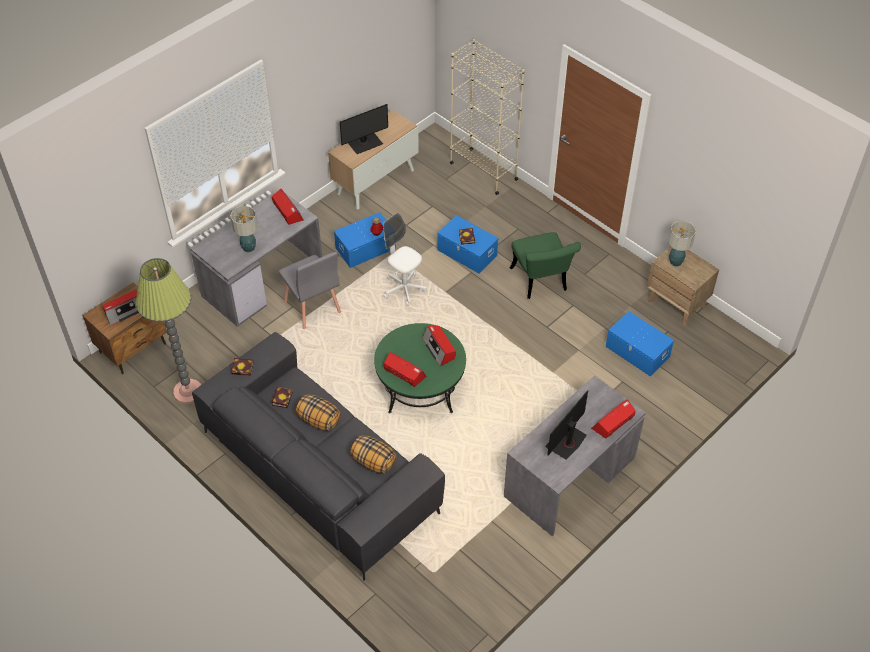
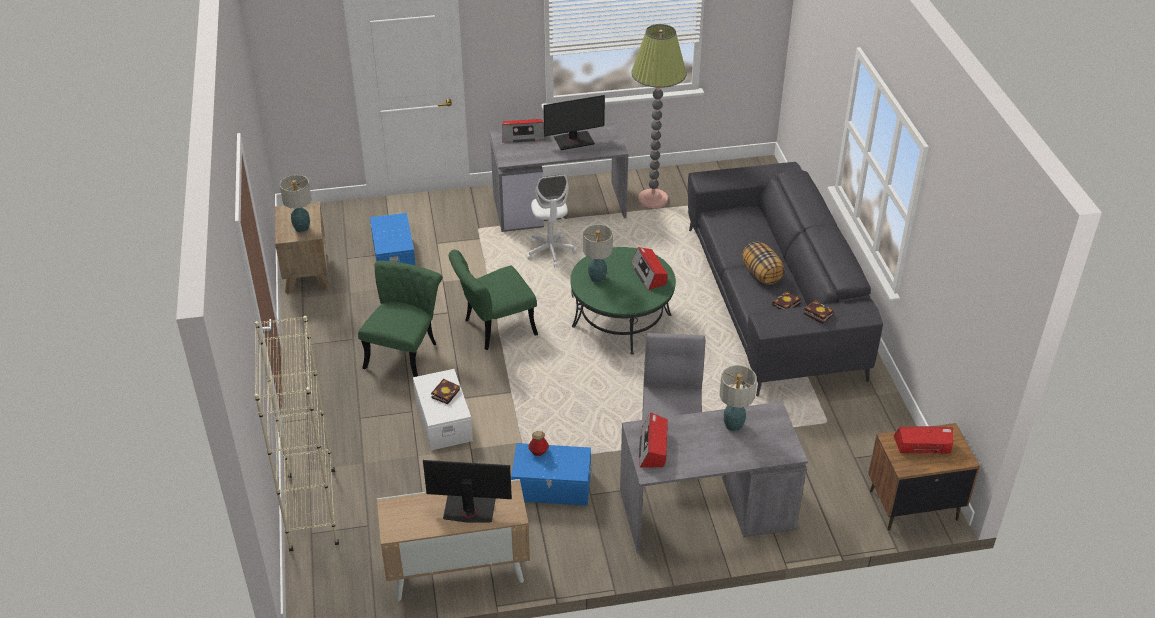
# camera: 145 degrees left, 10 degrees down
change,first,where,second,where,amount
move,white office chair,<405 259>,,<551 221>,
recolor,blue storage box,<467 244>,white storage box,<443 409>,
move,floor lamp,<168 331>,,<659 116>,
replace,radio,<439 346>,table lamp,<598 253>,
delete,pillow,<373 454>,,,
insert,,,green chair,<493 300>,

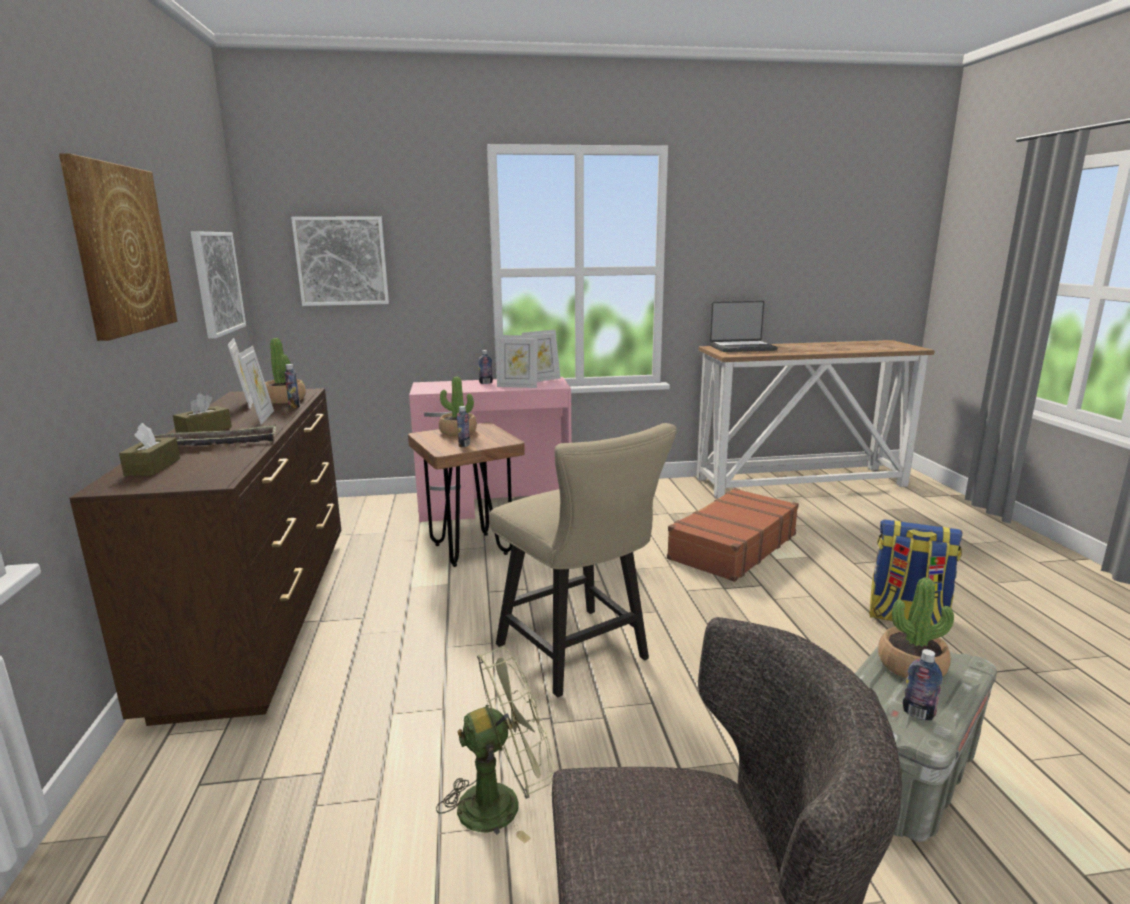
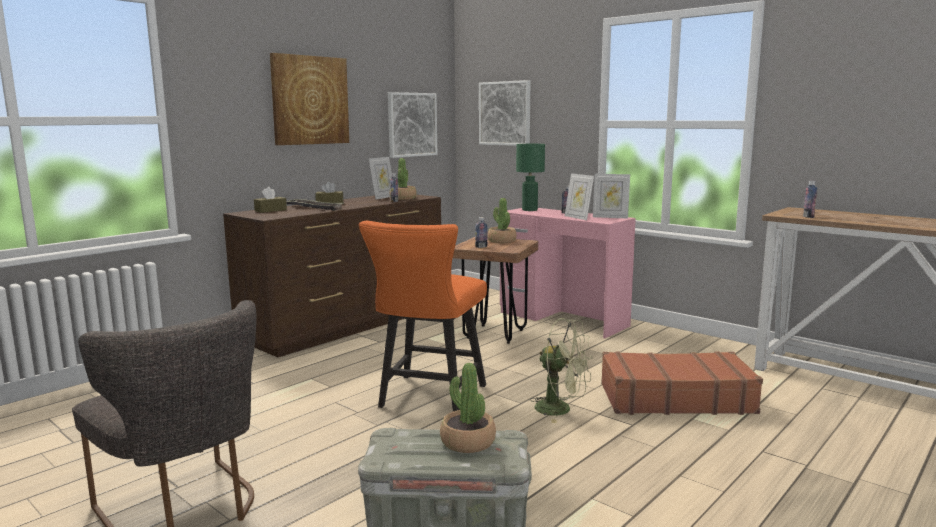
# camera: 50 degrees right, 5 degrees down
change,first,where,second,where,amount
delete,laptop,<743 326>,,,
delete,picture frame,<256 385>,,,
recolor,beige chair,<583 560>,orange chair,<423 316>,
delete,backpack,<915 572>,,,
move,green fan,<495 745>,,<561 370>,
move,bottle,<923 685>,,<810 199>,
insert,,,green table lamp,<530 177>,

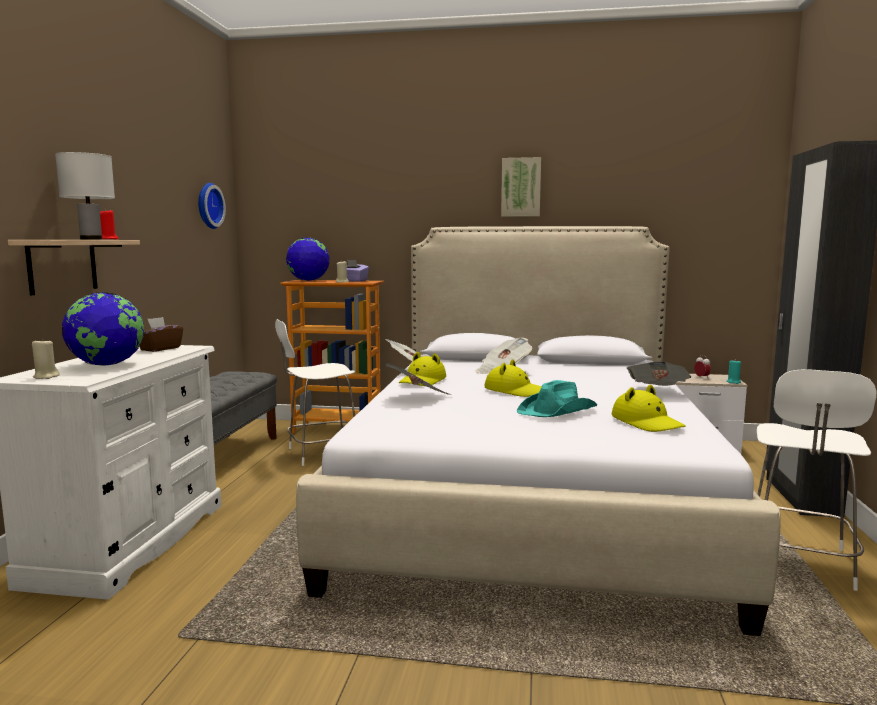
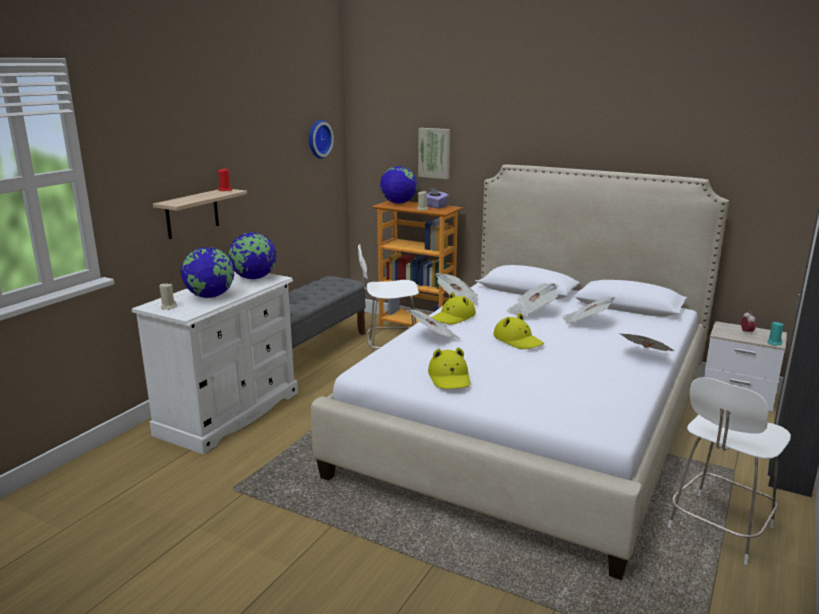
# camera: 20 degrees right, 10 degrees up
change,first,where,second,where,amount
delete,white table lamp,<85 195>,,,
move,picture,<521 187>,,<434 153>,
replace,brown tissue box,<161 334>,globe,<252 255>,
delete,turquoise hat,<557 398>,,,
move,yellow hat,<648 408>,,<449 368>,
insert,,,newspaper,<589 310>,

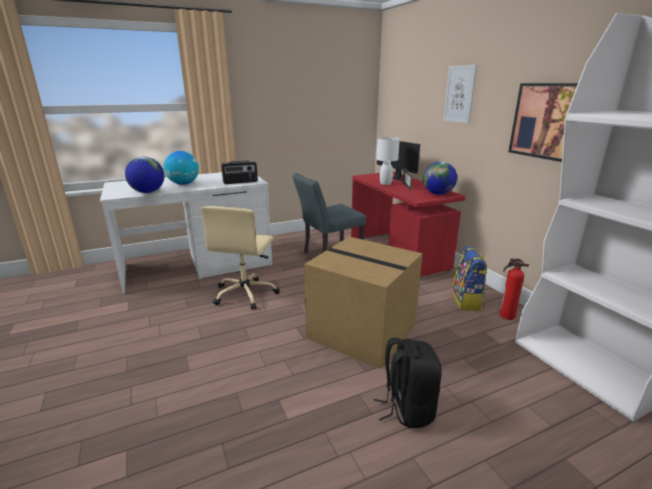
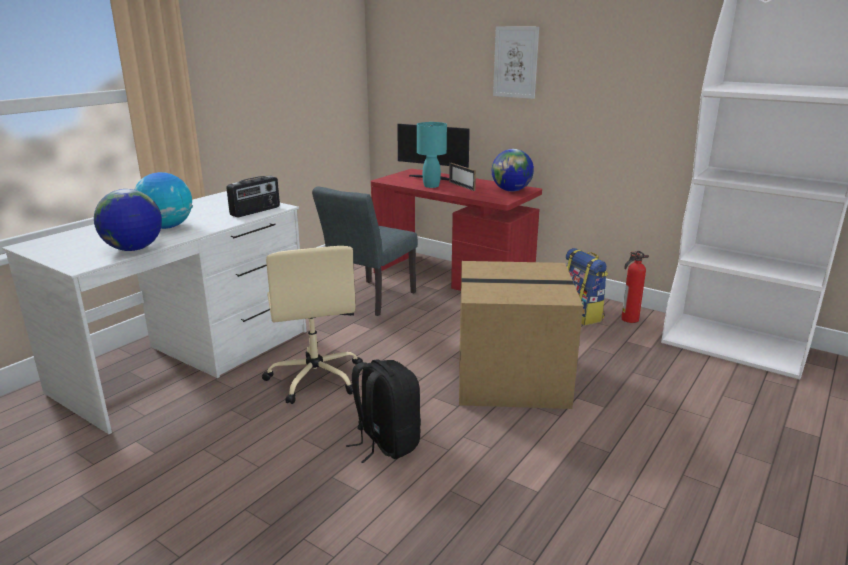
# camera: 30 degrees left, 0 degrees up
change,first,where,second,where,amount
delete,picture,<543 122>,,,
recolor,white table lamp,<388 161>,turquoise table lamp,<432 155>,
move,black backpack,<408 383>,,<383 411>,

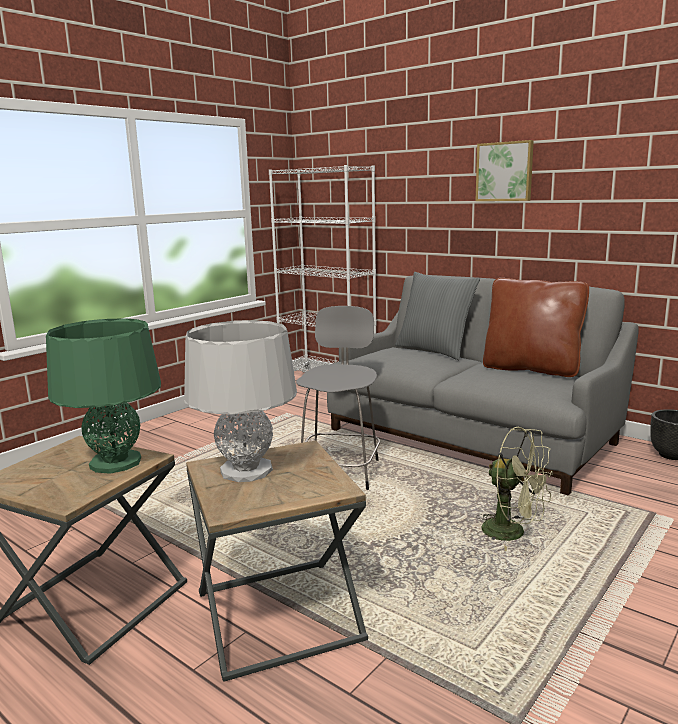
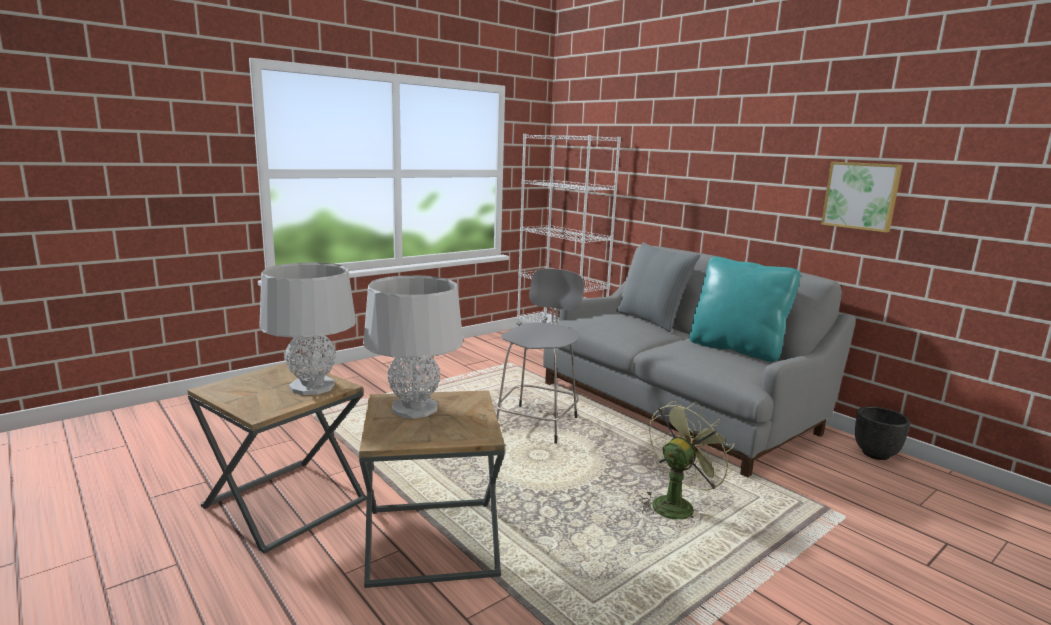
# camera: 10 degrees right, 0 degrees up
change,first,where,second,where,amount
move,picture,<504 170>,,<861 197>,
recolor,brown pillow,<536 327>,turquoise pillow,<745 309>,
recolor,green table lamp,<103 396>,grey table lamp,<308 328>,
rotate,green fan,<514 489>,,<686 460>,90 degrees counterclockwise

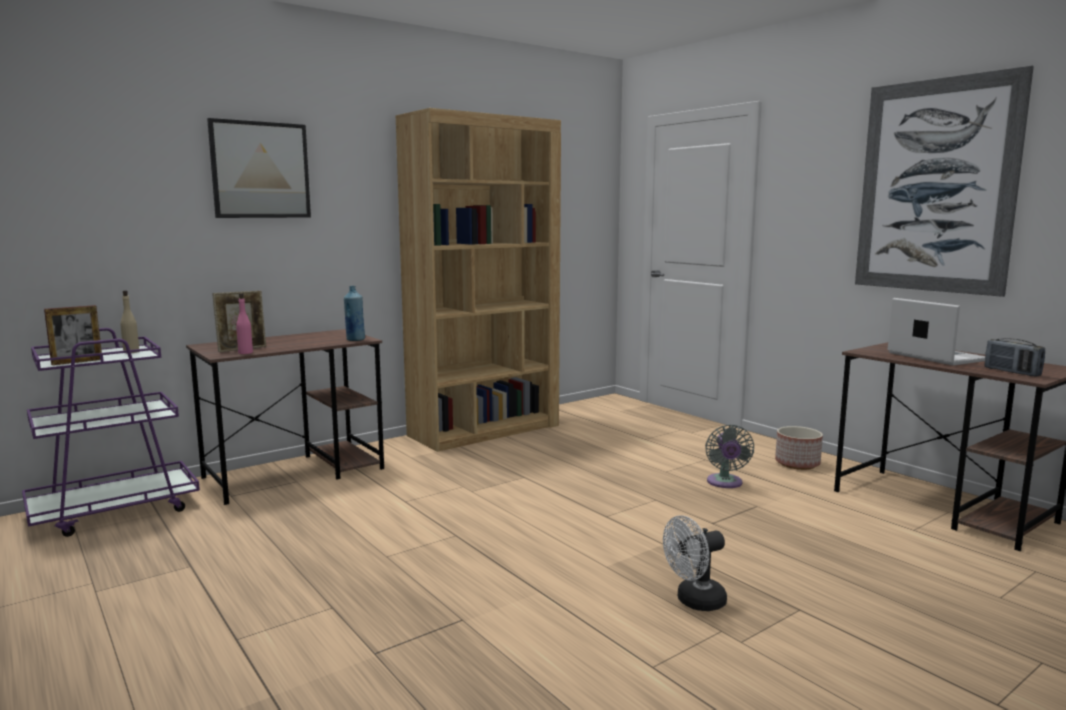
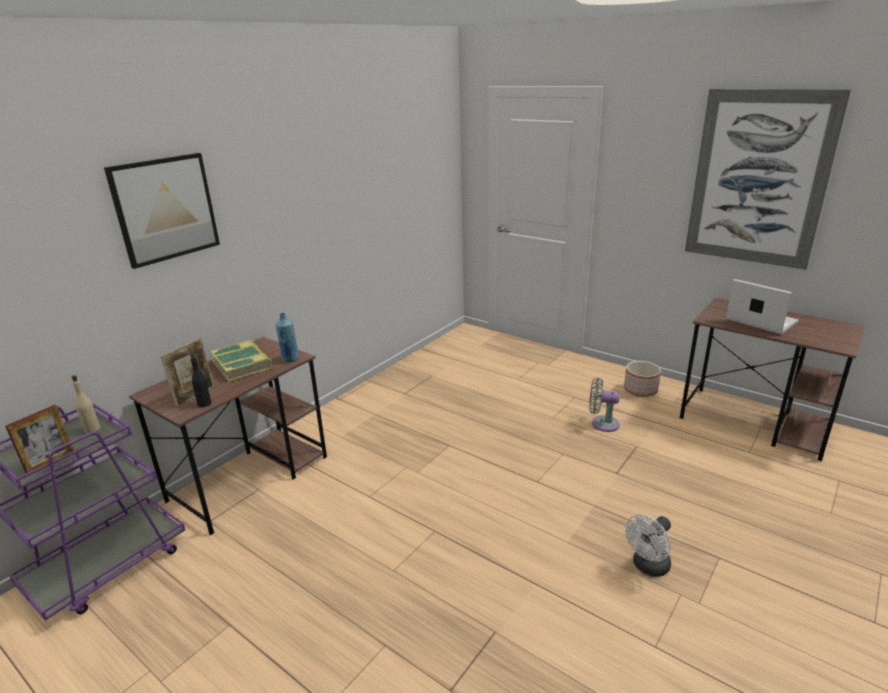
# camera: 15 degrees left, 15 degrees up
change,first,where,second,where,amount
delete,brown bookcase,<478 280>,,,
recolor,pink bottle,<244 323>,black bottle,<200 380>,
delete,radio,<1015 357>,,,
rotate,grey fan,<729 456>,,<604 404>,120 degrees clockwise
insert,,,book,<241 361>,

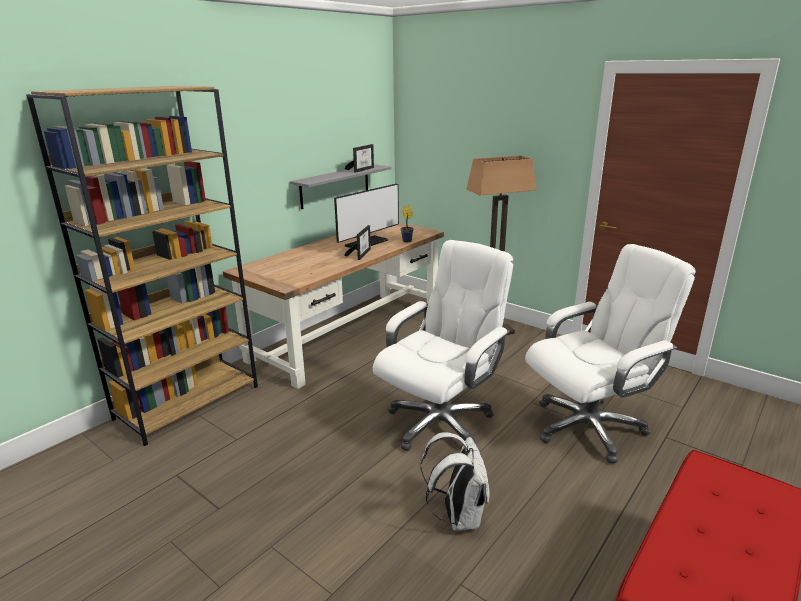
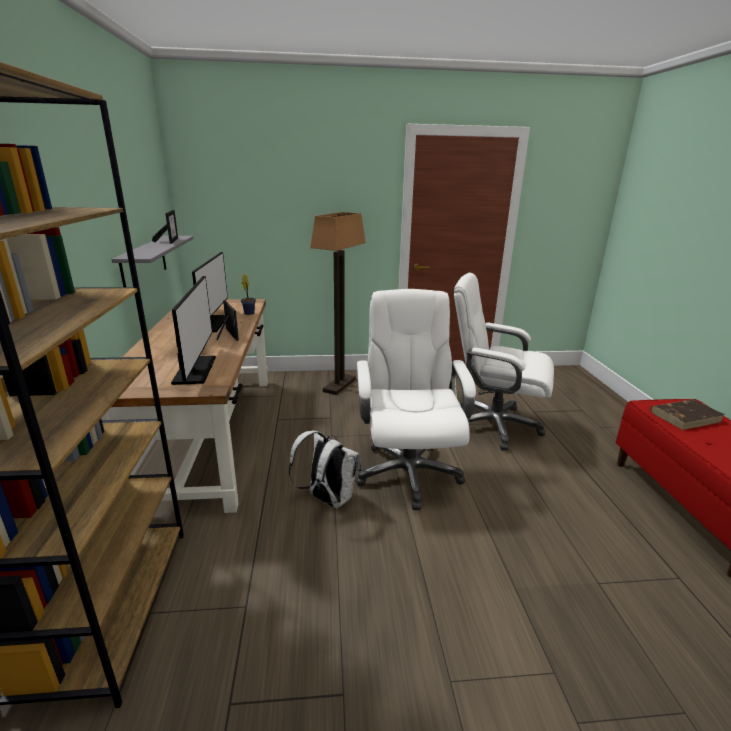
# camera: 45 degrees left, 0 degrees up
change,first,where,second,where,amount
rotate,white office chair,<610 354>,,<504 361>,90 degrees counterclockwise
move,white backpack,<454 481>,,<325 469>,
insert,,,monitor,<193 330>,
insert,,,brown book,<688 414>,

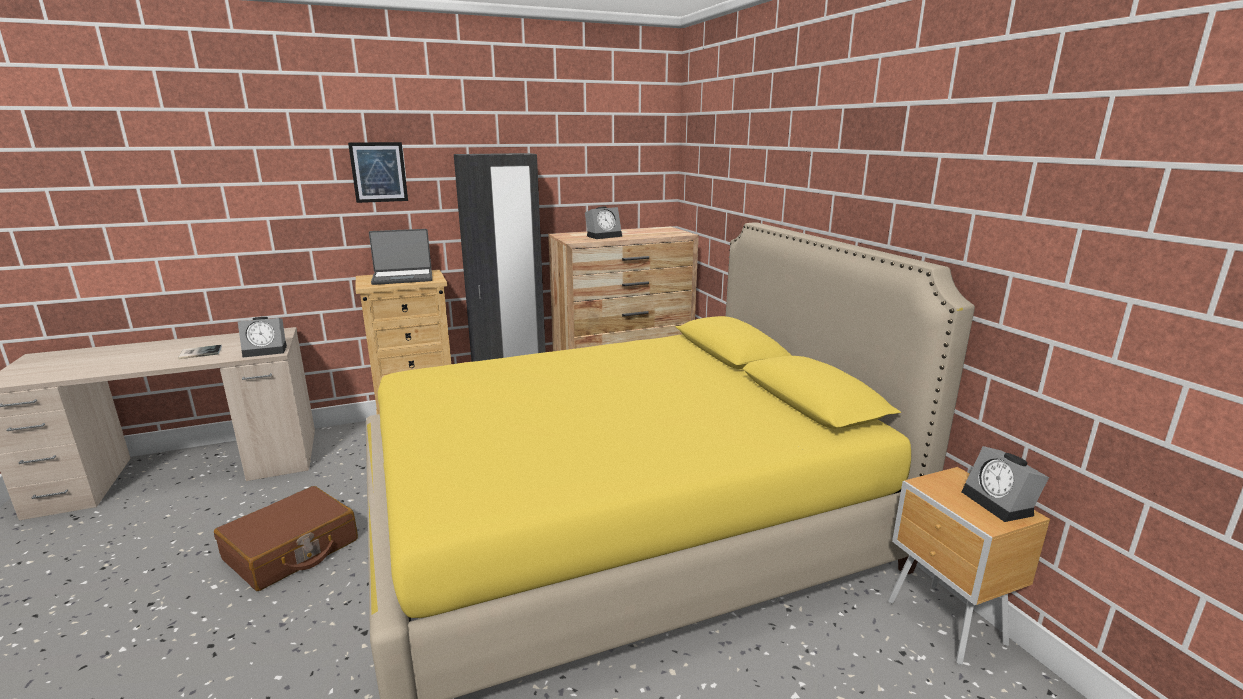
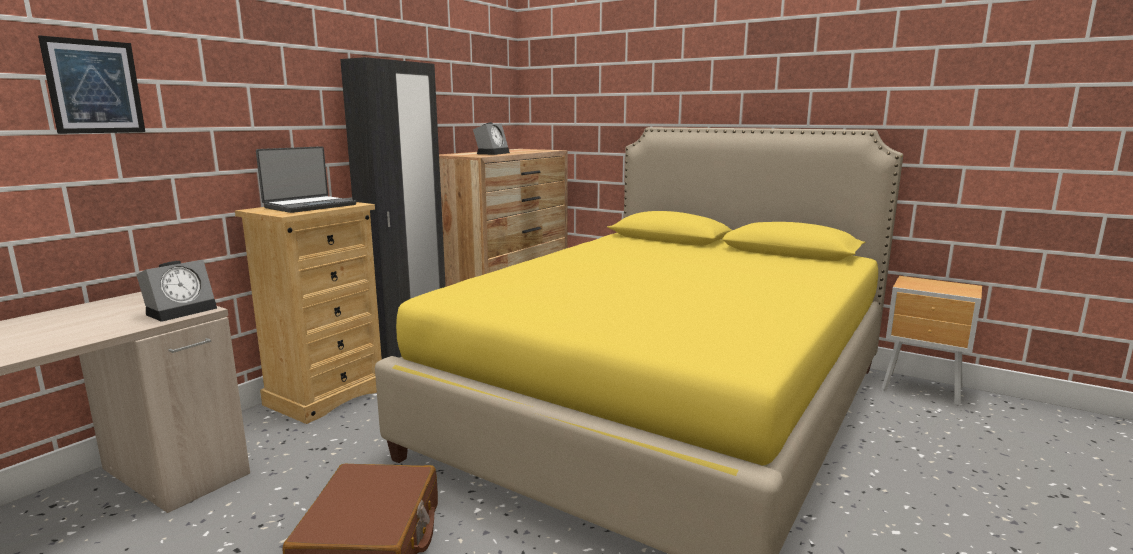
# camera: 35 degrees left, 5 degrees down
change,first,where,second,where,amount
move,picture,<378 172>,,<91 84>,
delete,book,<200 352>,,,
delete,alarm clock,<1005 484>,,,

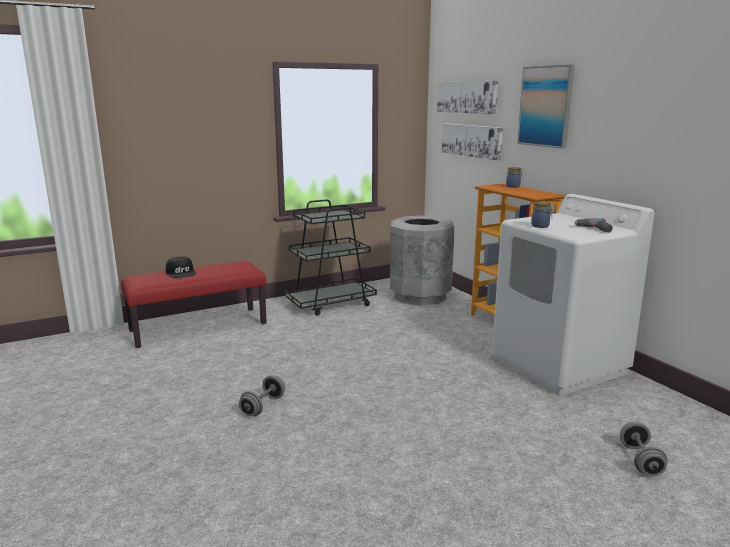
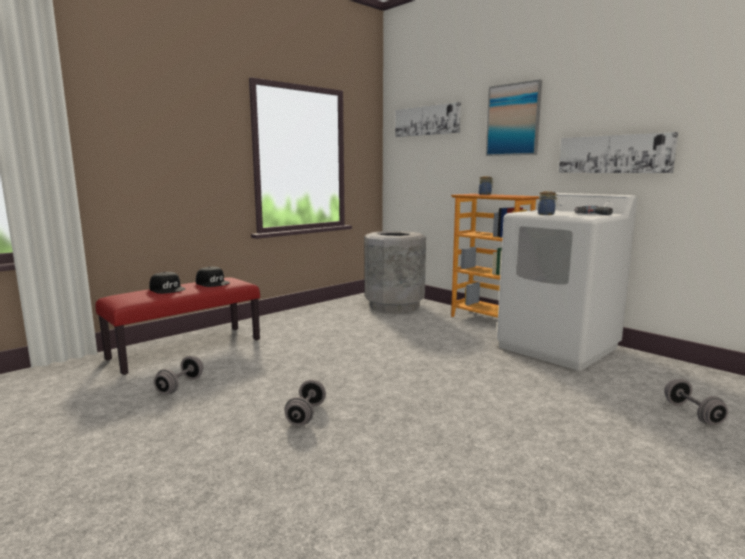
# camera: 15 degrees left, 5 degrees down
change,first,where,second,where,amount
move,picture,<472 142>,,<618 152>,
delete,black cart,<330 257>,,,
insert,,,black cap,<213 277>,
insert,,,grey dumbbell,<179 375>,

